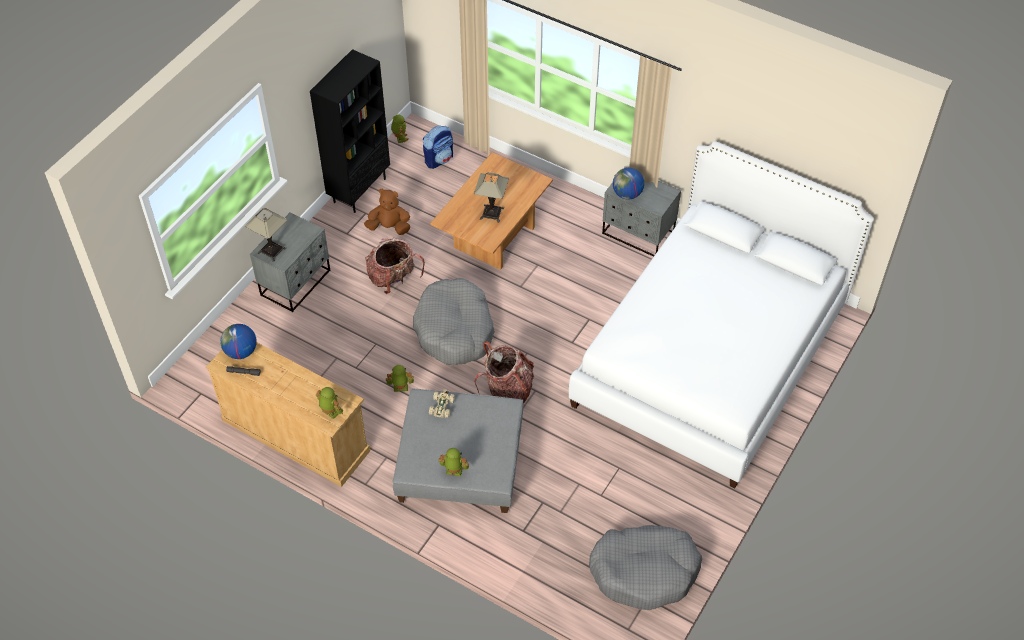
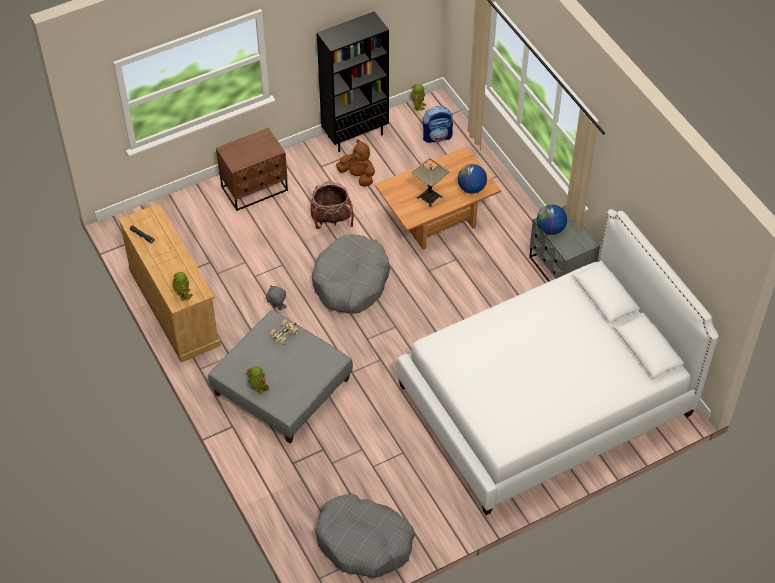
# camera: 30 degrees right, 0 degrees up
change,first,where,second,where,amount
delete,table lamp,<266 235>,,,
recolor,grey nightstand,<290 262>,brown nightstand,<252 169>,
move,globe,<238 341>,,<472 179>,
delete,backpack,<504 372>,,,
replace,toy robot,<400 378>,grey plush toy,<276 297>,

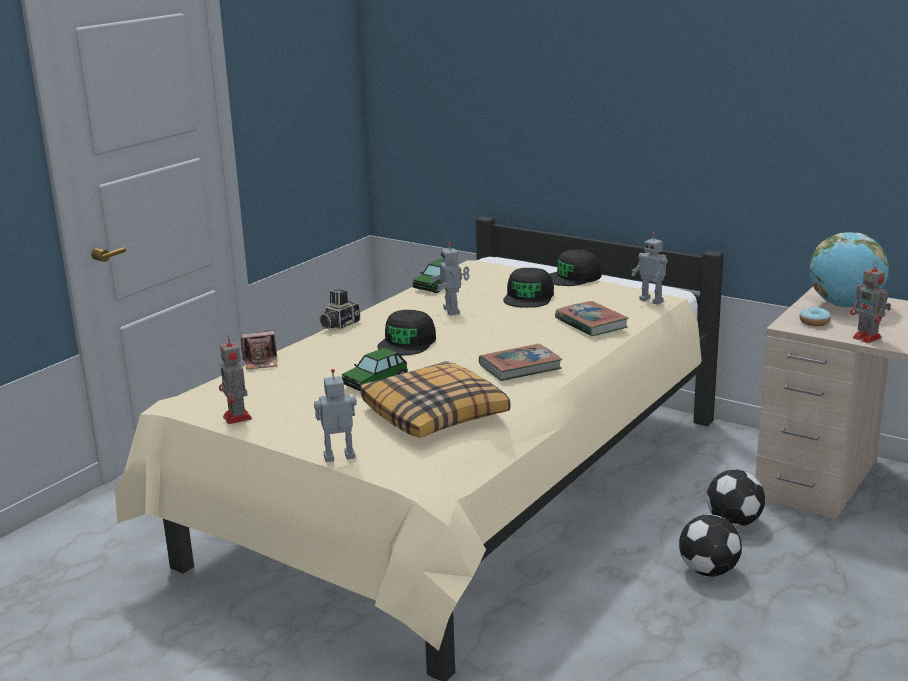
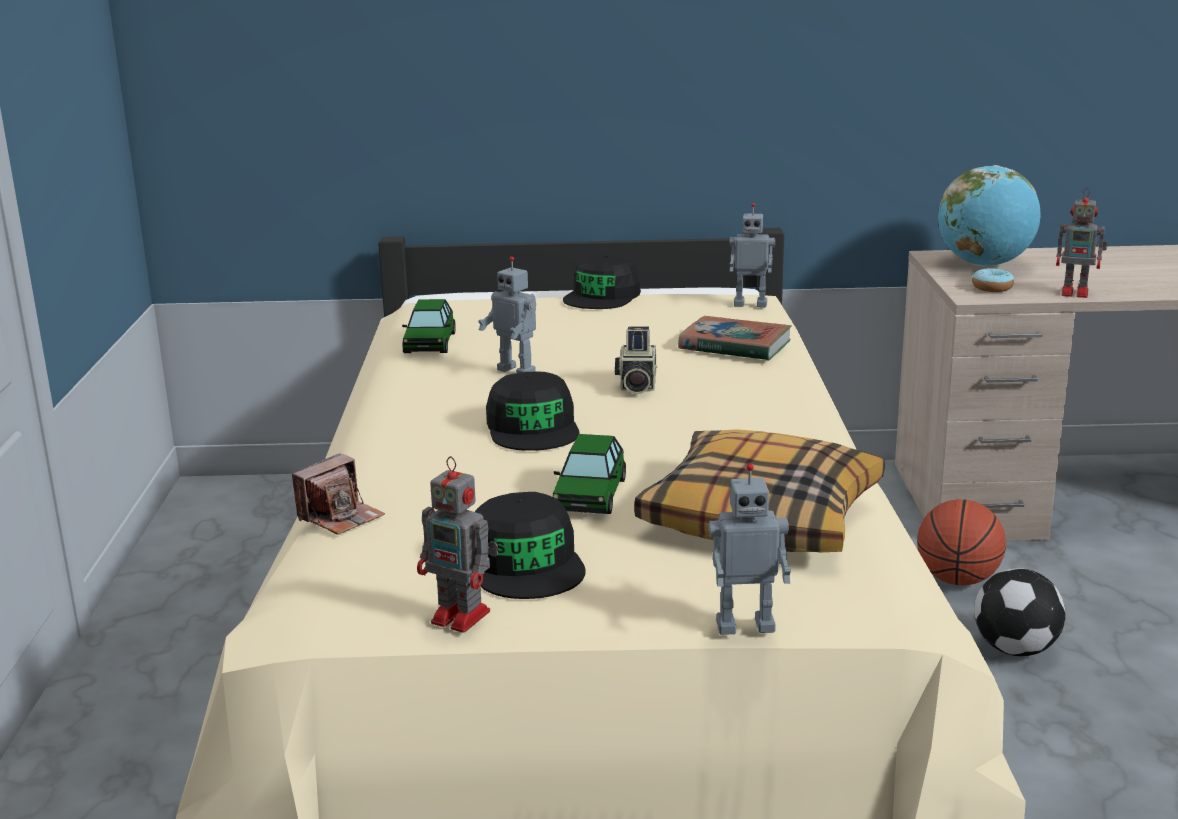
# camera: 35 degrees left, 0 degrees up
change,first,where,second,where,amount
move,black cap,<528 288>,,<530 545>,
move,photo camera,<339 309>,,<636 360>,
delete,book,<520 362>,,,
rotate,toy robot,<335 415>,,<749 549>,135 degrees counterclockwise
replace,football,<736 498>,basketball,<961 542>,

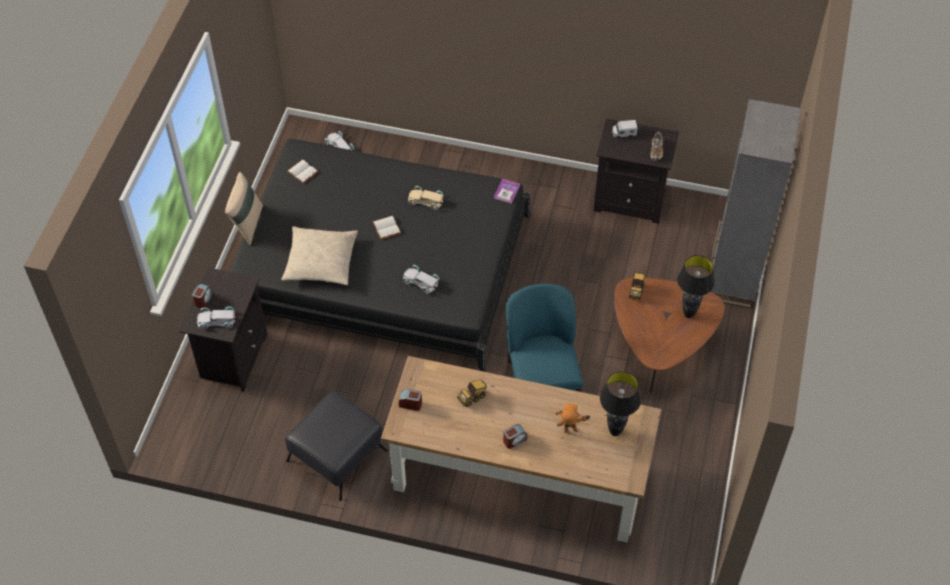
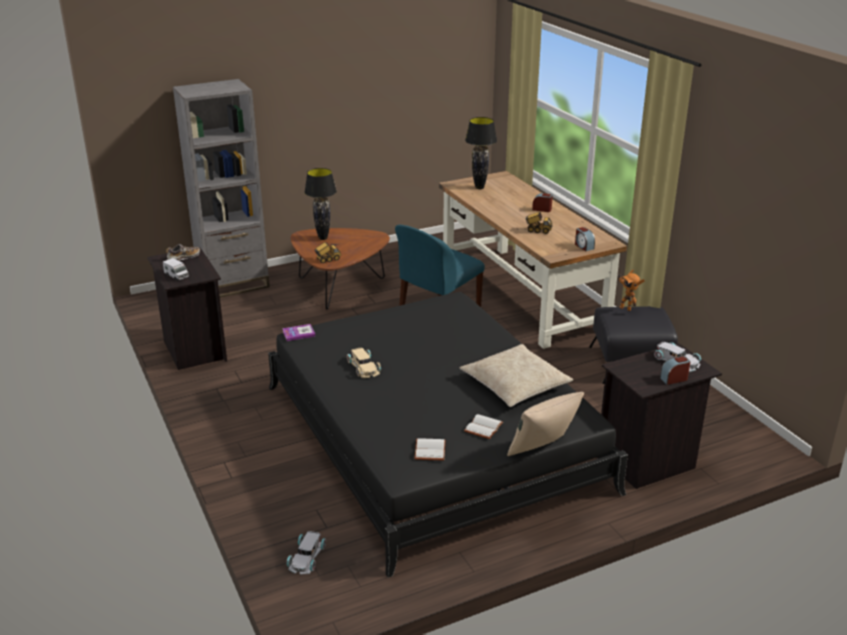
# camera: 130 degrees left, 25 degrees down
change,first,where,second,where,amount
move,white book,<386 227>,,<483 426>,
delete,white toy car,<421 279>,,,
move,toy robot,<573 418>,,<631 290>,

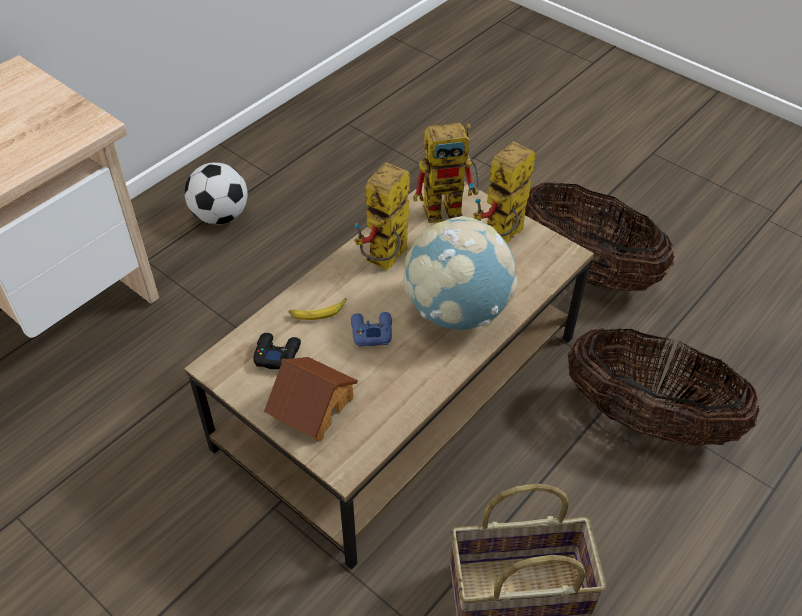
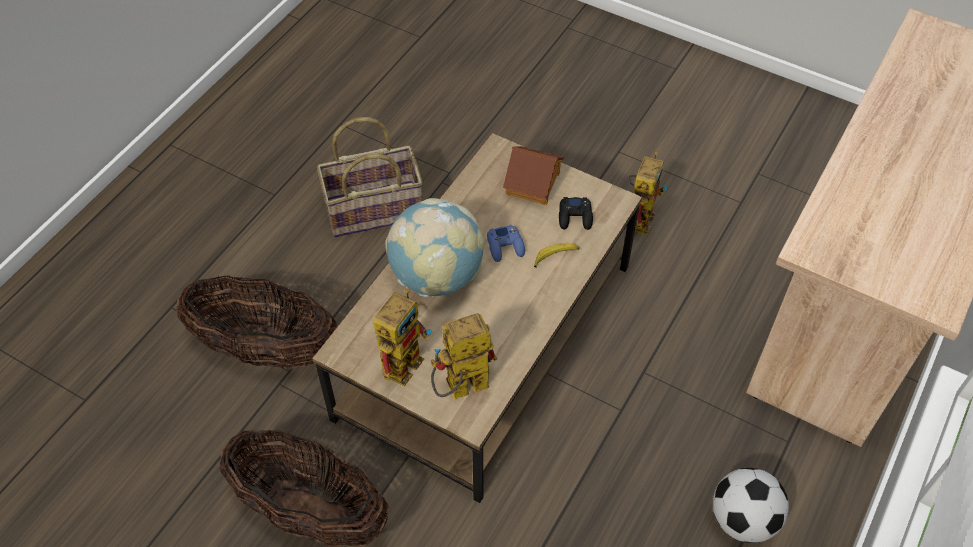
# camera: 170 degrees right, 5 degrees up
change,first,where,second,where,amount
move,toy robot,<382 216>,,<648 193>,

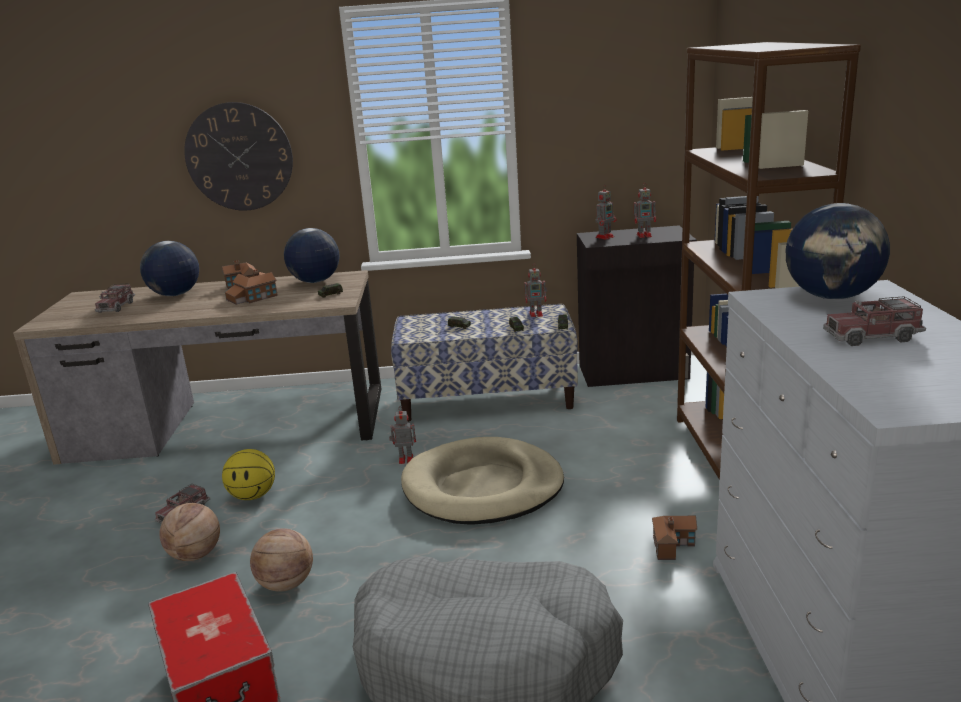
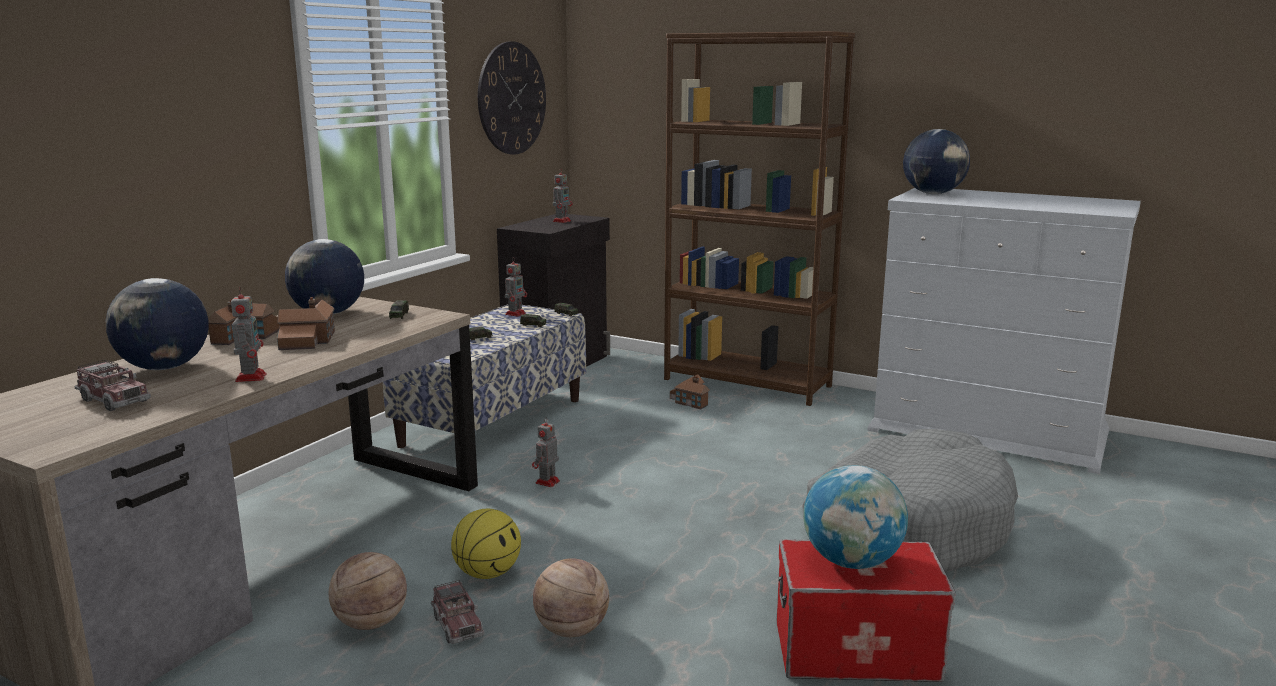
# camera: 60 degrees left, 5 degrees down
change,first,where,second,where,amount
move,wall clock,<238 156>,,<512 97>,
move,toy robot,<605 213>,,<249 334>,
delete,toy truck,<874 321>,,,
delete,beige dog bed,<482 481>,,,
move,toy house,<674 538>,,<690 391>,
move,basketball,<281 560>,,<368 591>,
insert,,,globe,<855 517>,

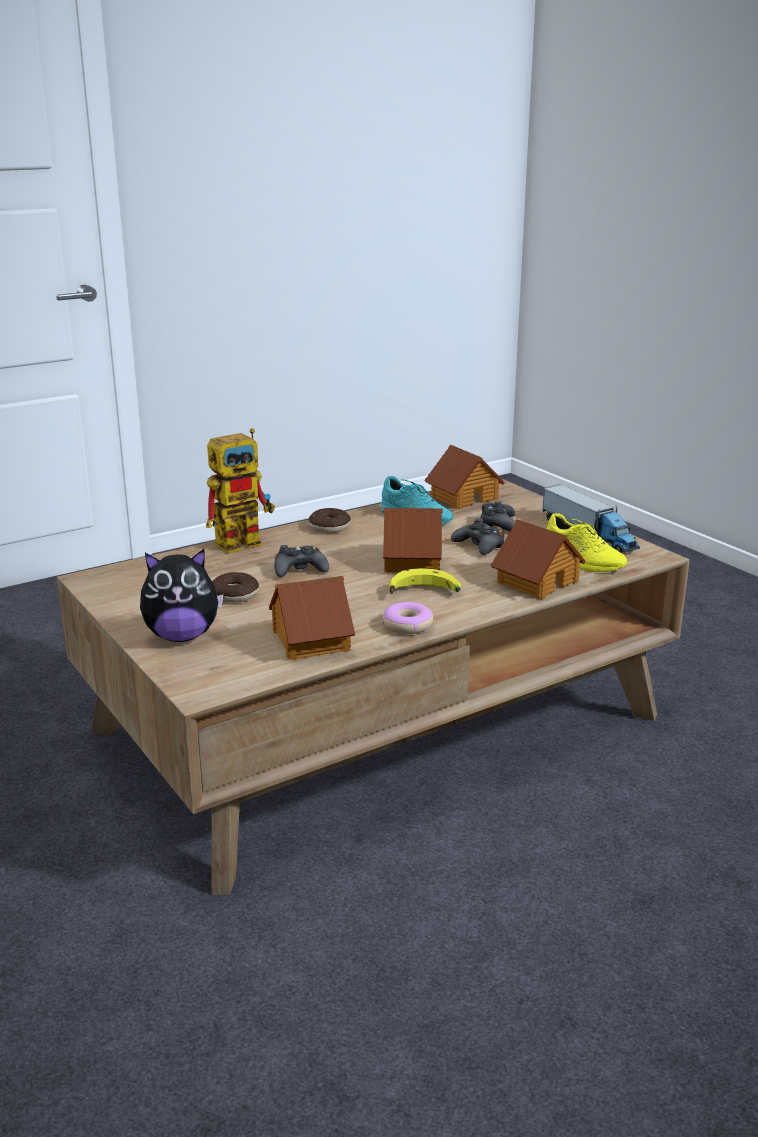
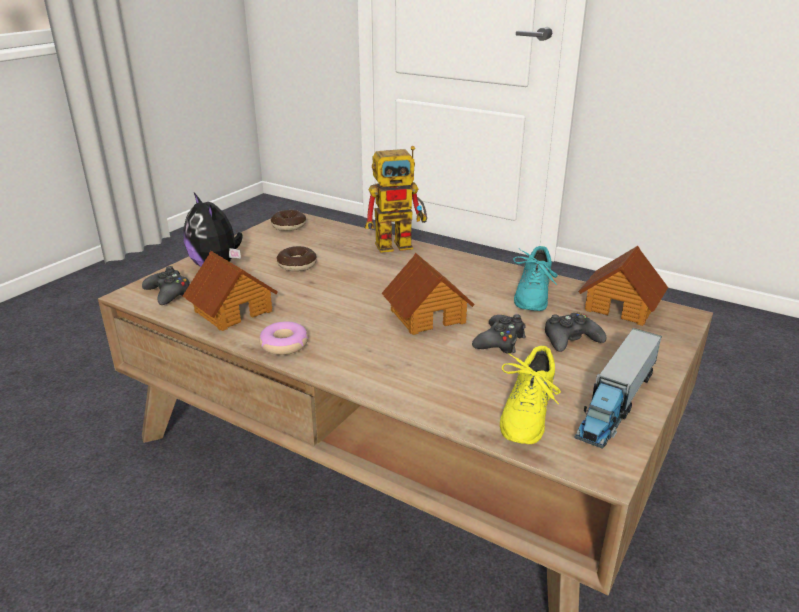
# camera: 65 degrees right, 5 degrees up
change,first,where,second,where,amount
rotate,toy robot,<240 490>,,<396 199>,45 degrees counterclockwise
move,donut,<330 520>,,<288 220>,
delete,toy house,<538 559>,,,
move,black game controller,<301 561>,,<166 285>,
delete,banana,<425 581>,,,

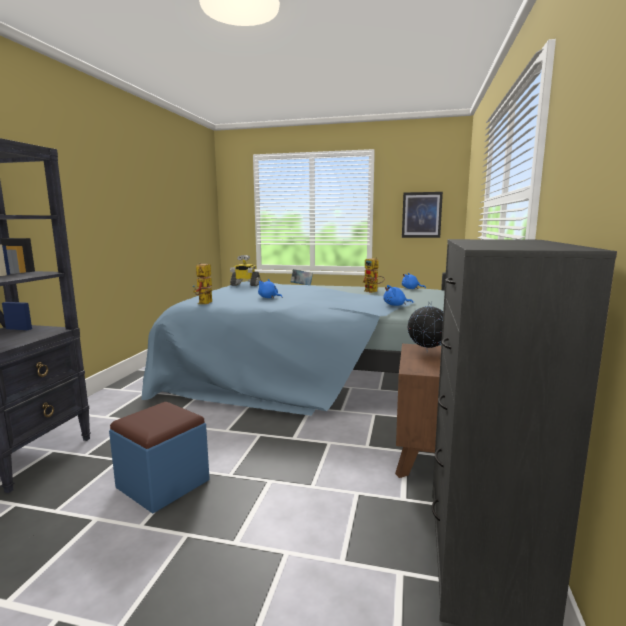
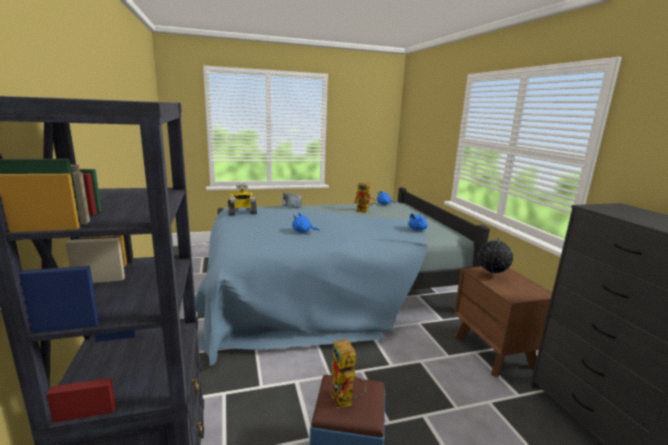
# camera: 30 degrees left, 5 degrees up
change,first,where,second,where,amount
delete,picture,<422 215>,,,
move,toy robot,<202 283>,,<348 374>,

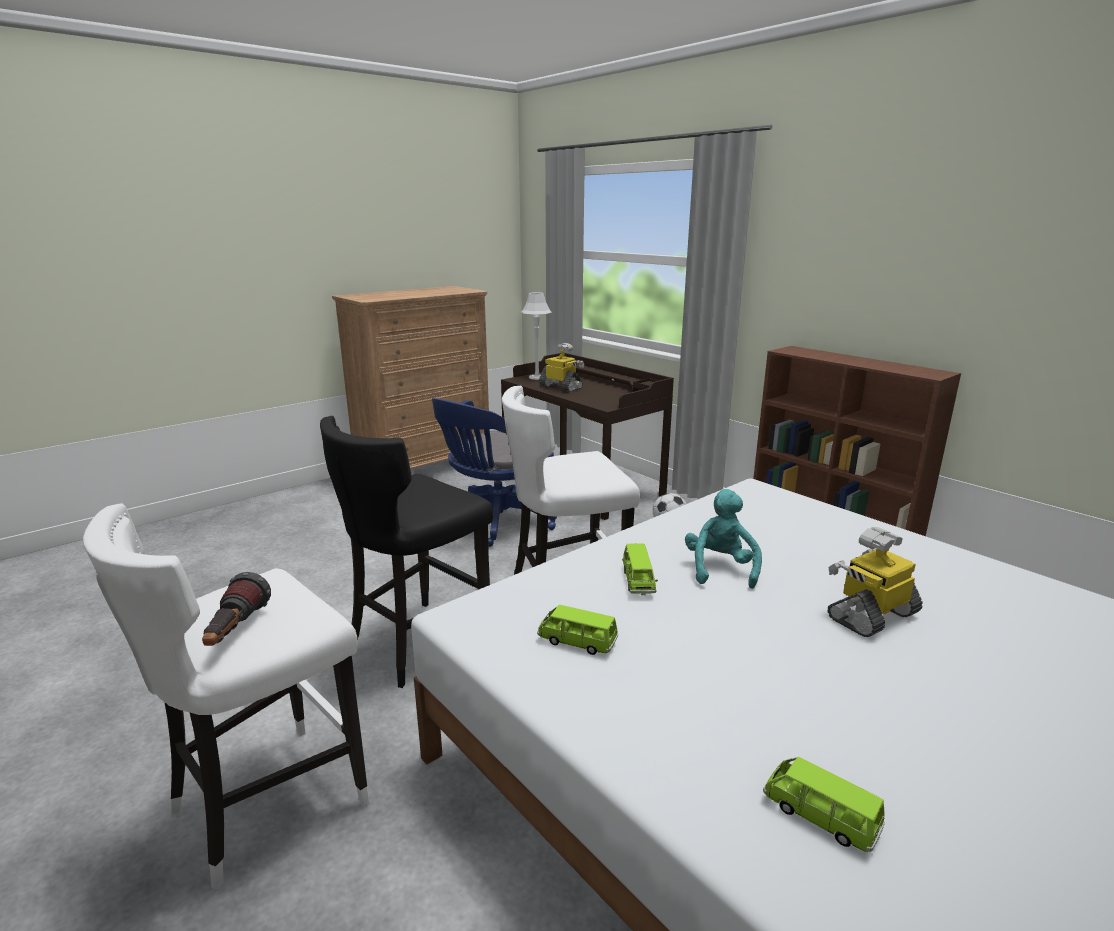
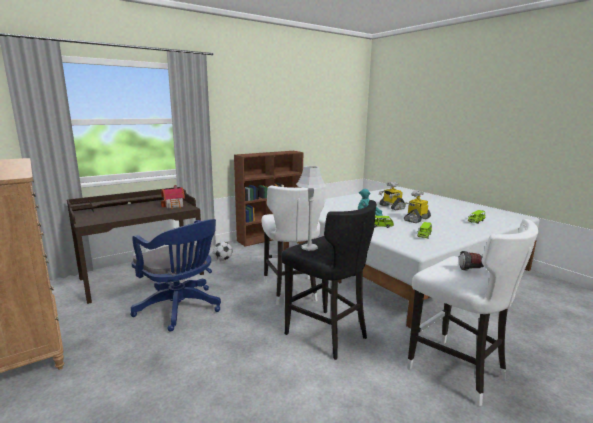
# camera: 85 degrees left, 5 degrees down
change,first,where,second,where,amount
move,grey table lamp,<537 336>,,<311 208>,
move,toy robot,<561 367>,,<417 207>,
insert,,,toy house,<173 197>,

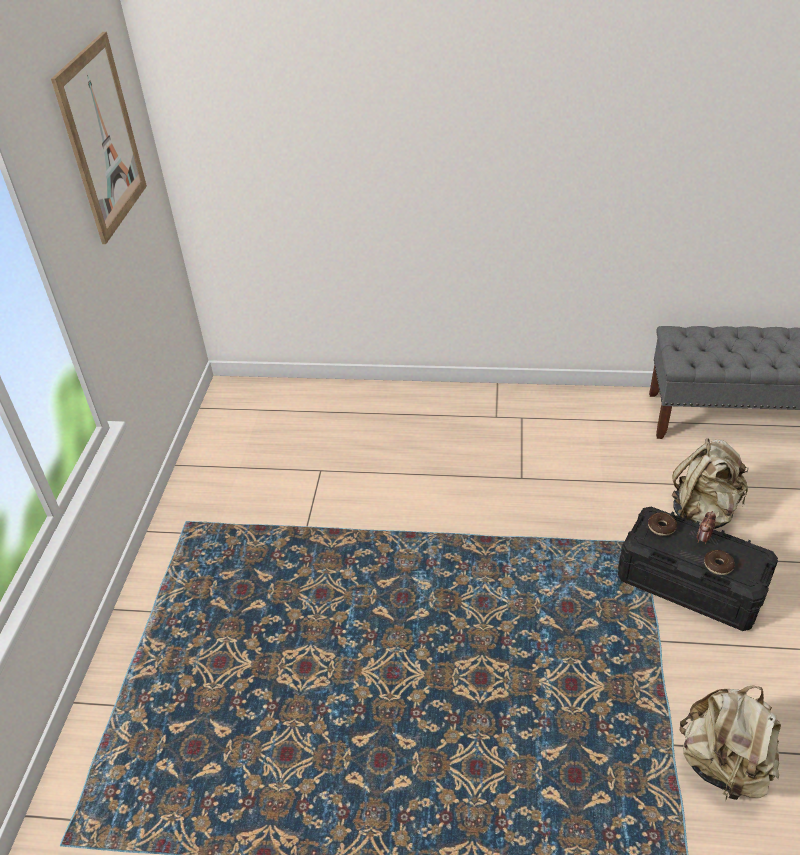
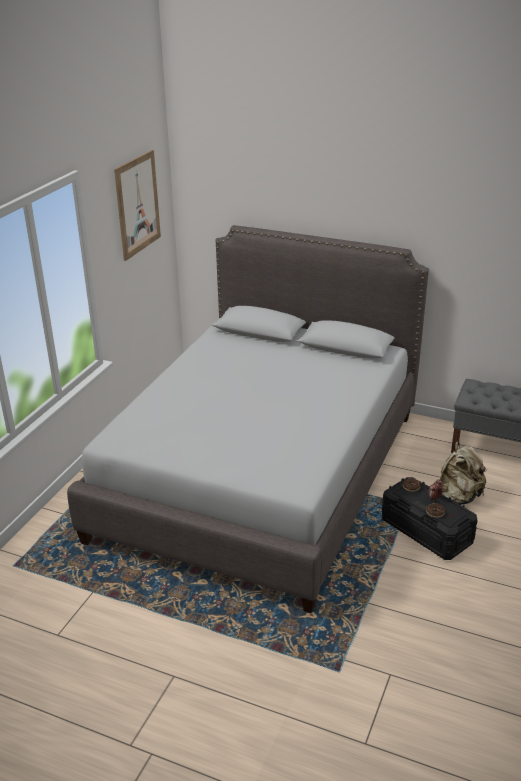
# camera: 15 degrees right, 10 degrees down
change,first,where,second,where,amount
delete,beige backpack,<730 743>,,,
insert,,,grey bed,<248 419>,

